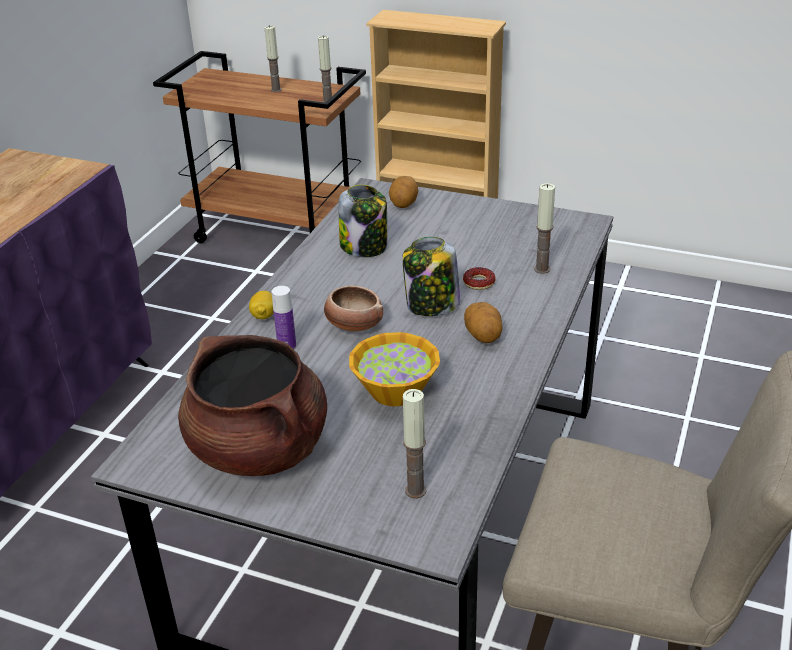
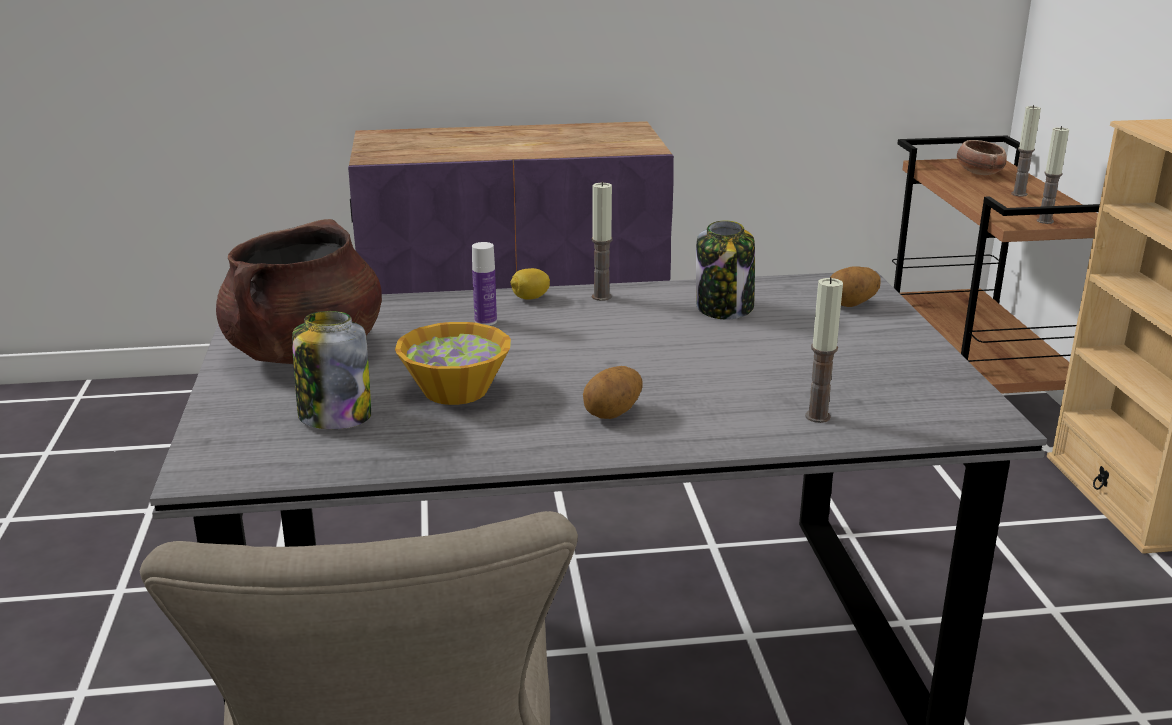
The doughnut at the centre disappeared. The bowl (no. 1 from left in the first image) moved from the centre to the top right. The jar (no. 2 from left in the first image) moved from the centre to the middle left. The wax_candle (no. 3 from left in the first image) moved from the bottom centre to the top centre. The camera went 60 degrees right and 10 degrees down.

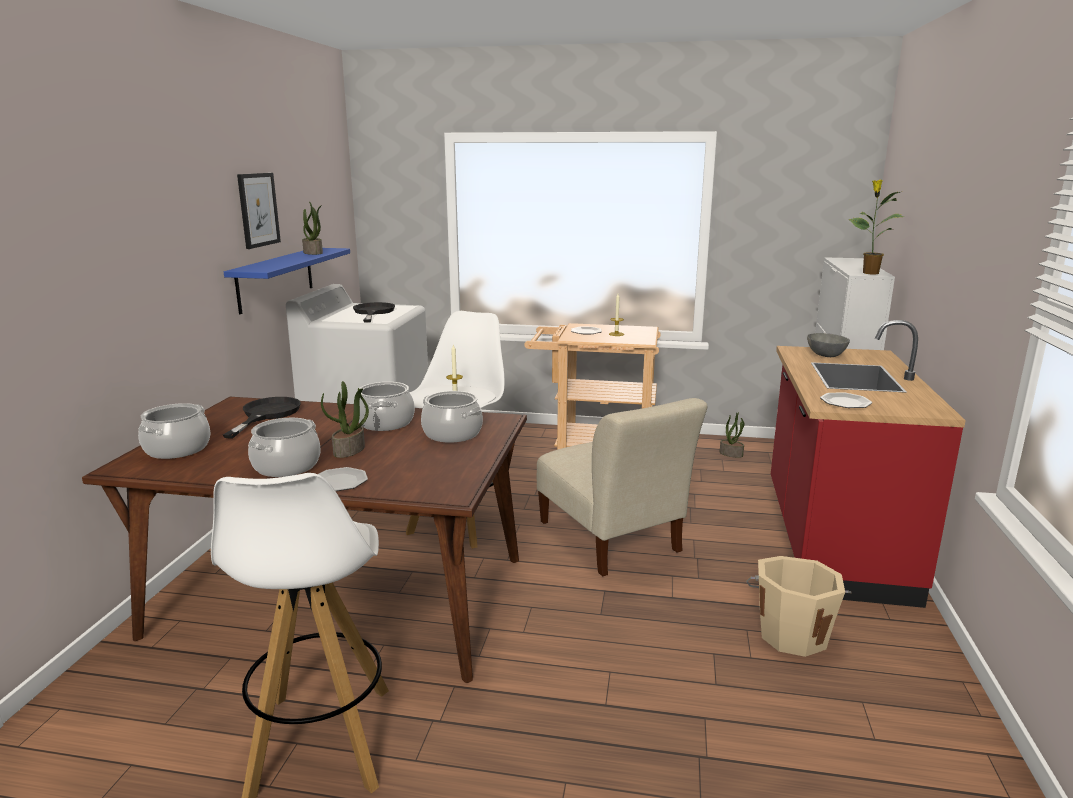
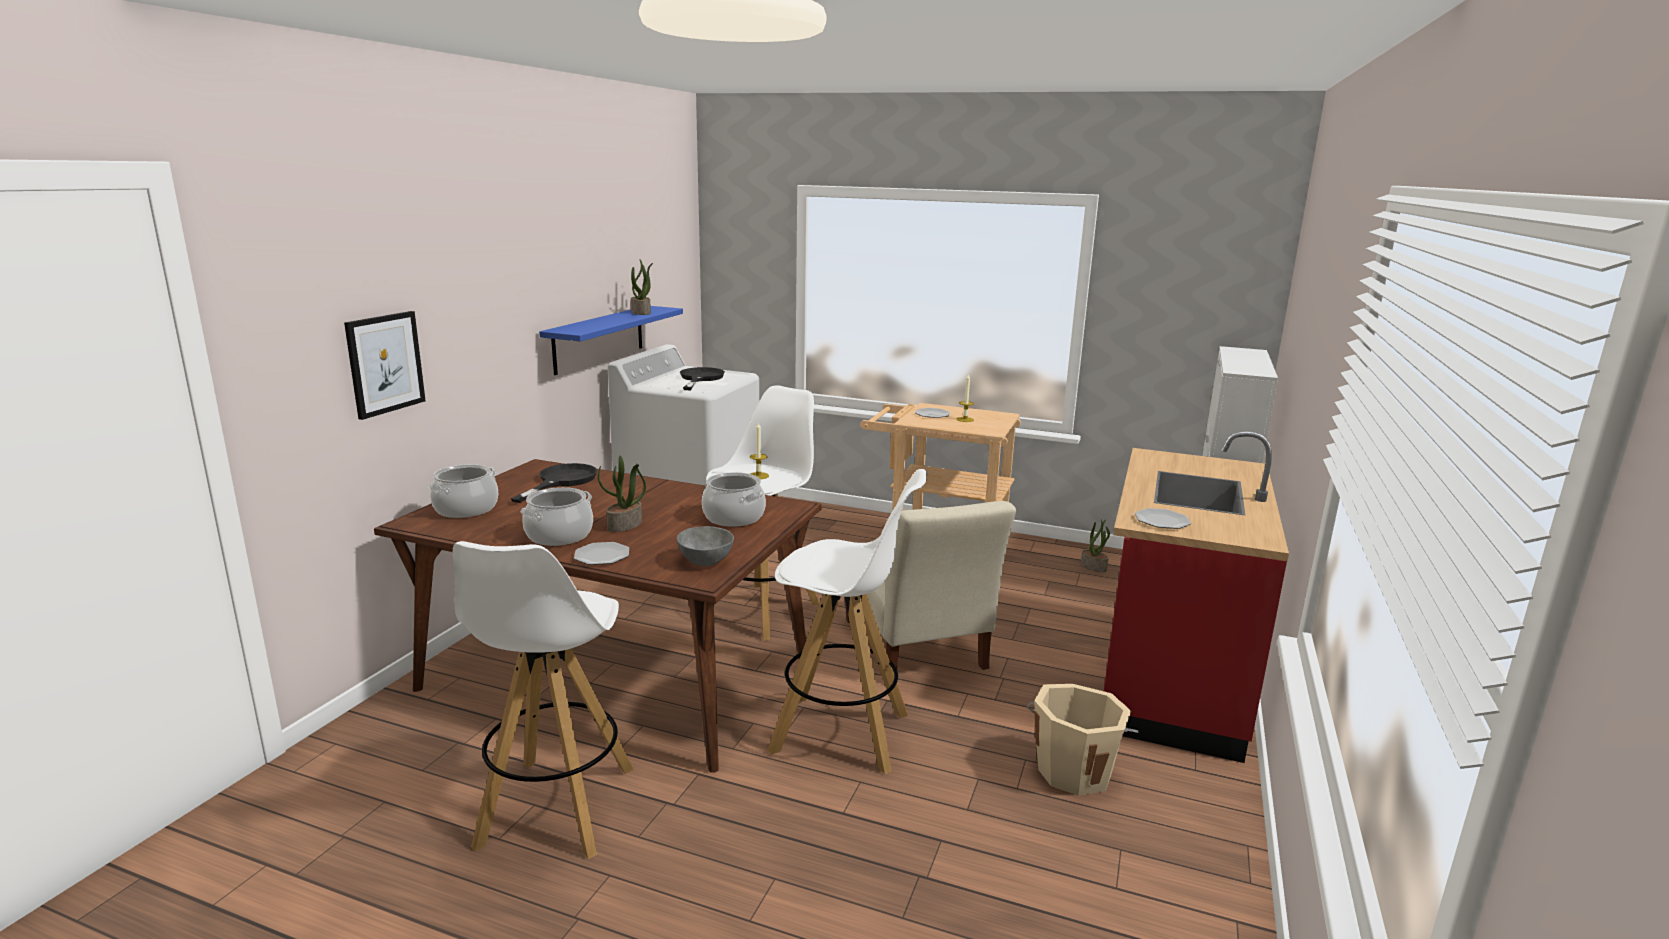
The cooking_pot (no. 3 from left) at the centre disappeared. The plant_in_a_pot (no. 4 from left) at the top right disappeared. The whitish_stool_seat (no. 3 from left) at the centre appeared. The wall_art moved from the top left to the middle left. The gray_bowl moved from the middle right to the centre. The camera went 10 degrees right and 0 degrees up.

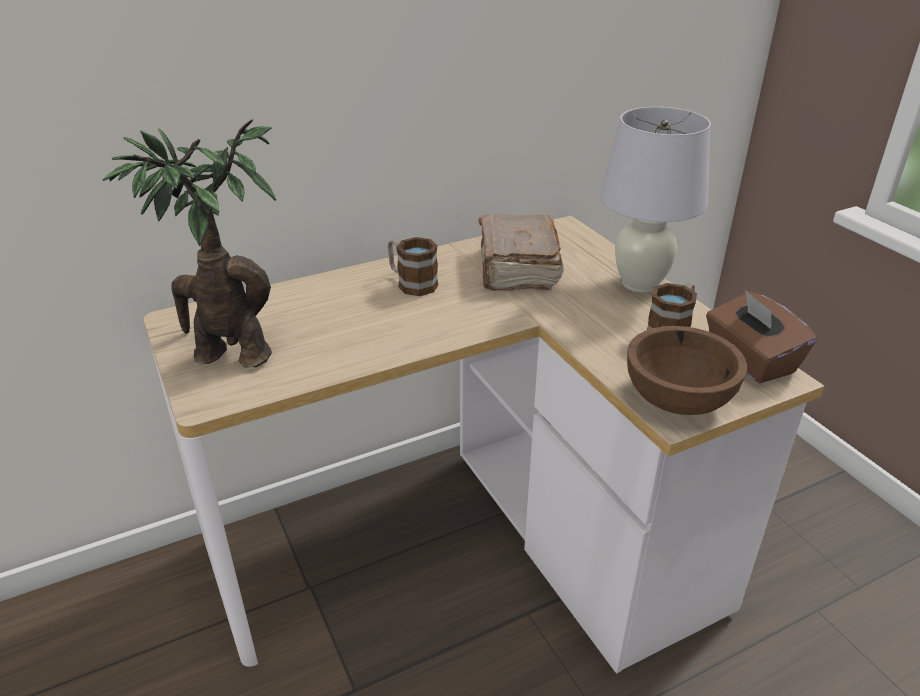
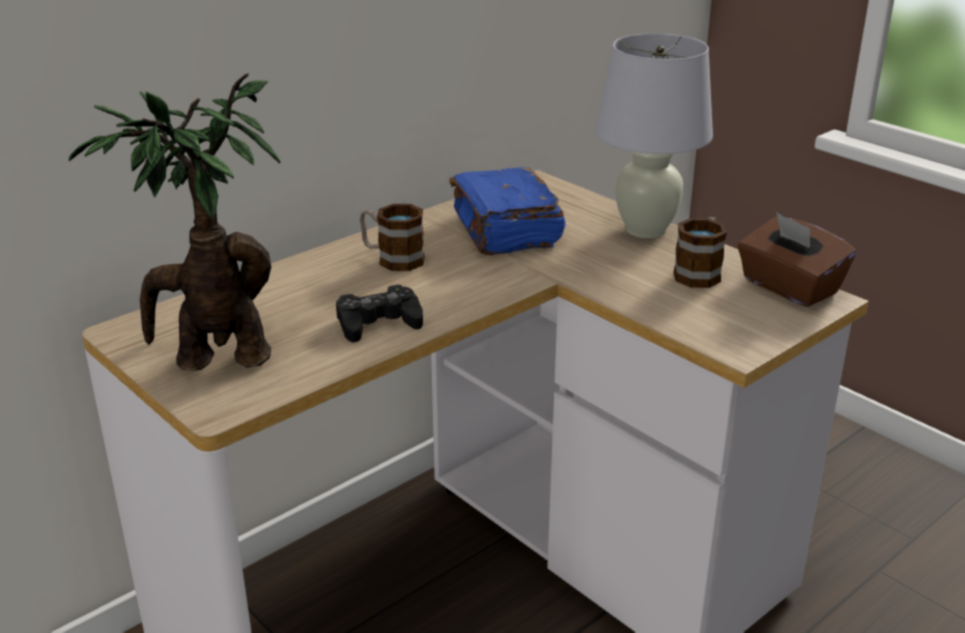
The brownish_bowl at the middle right disappeared. The blackish_gamepad at the centre appeared. The brownish_volume at the centre became the blue-coloured_volume at the centre. The camera went 15 degrees left and 5 degrees down.

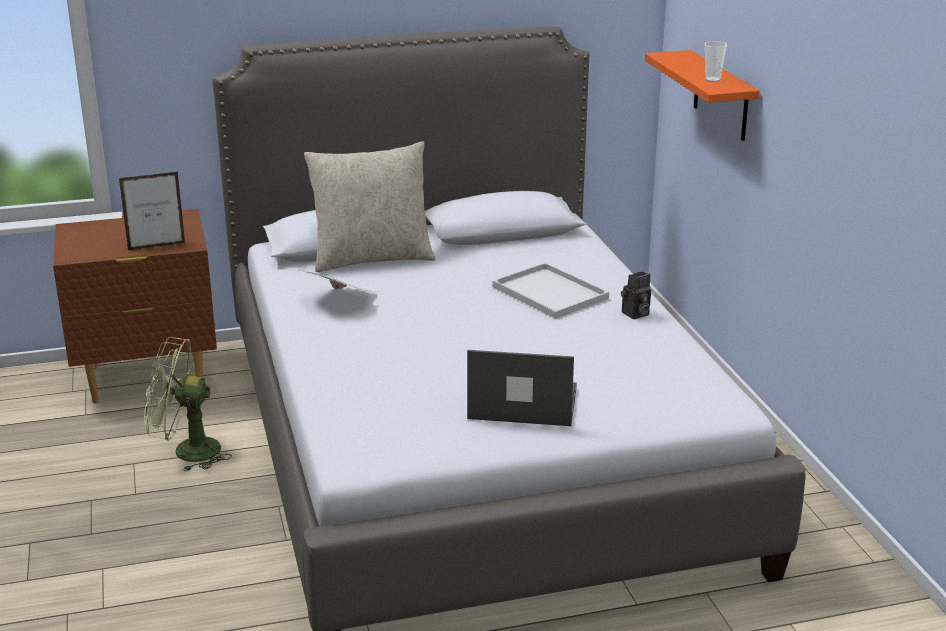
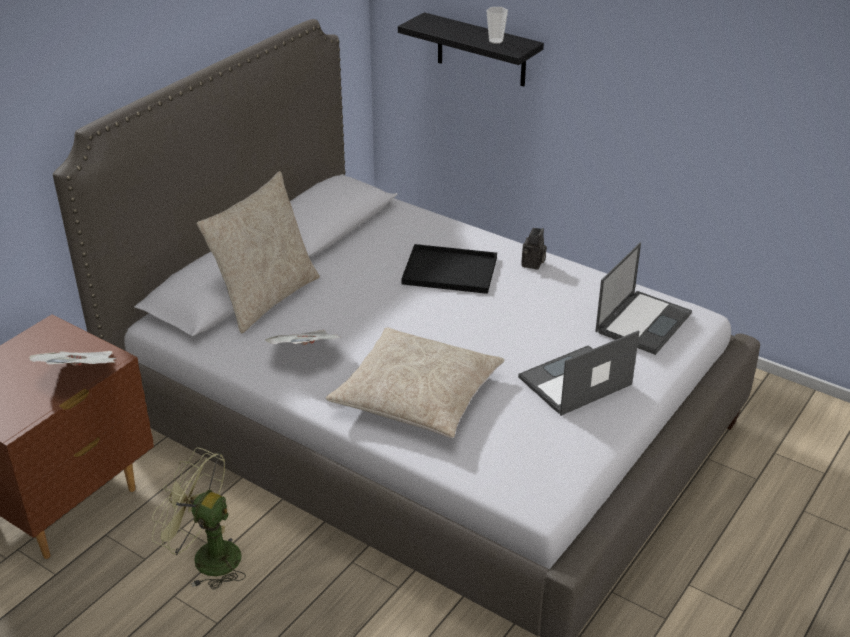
The beige-coloured_cushion (no. 2 from left) at the centre appeared. The portable_computer (no. 2 from left) at the middle right appeared. The picture_frame at the top left was replaced by the printed_paper (no. 1 from left) at the middle left. The whitish_serving_tray at the centre became the blackish_serving_tray at the centre. The orange_bracket_shelf at the top right became the blackish_bracket_shelf at the top centre. The green_cooling_fan at the middle left turned 60 degrees clockwise. The camera went 40 degrees left and 10 degrees up.

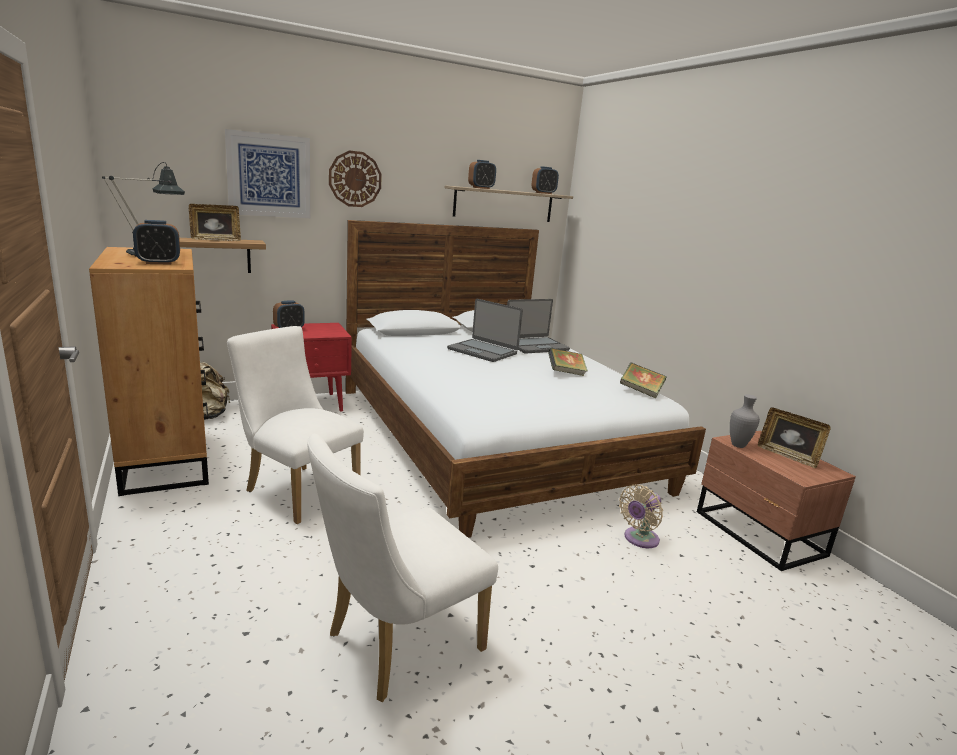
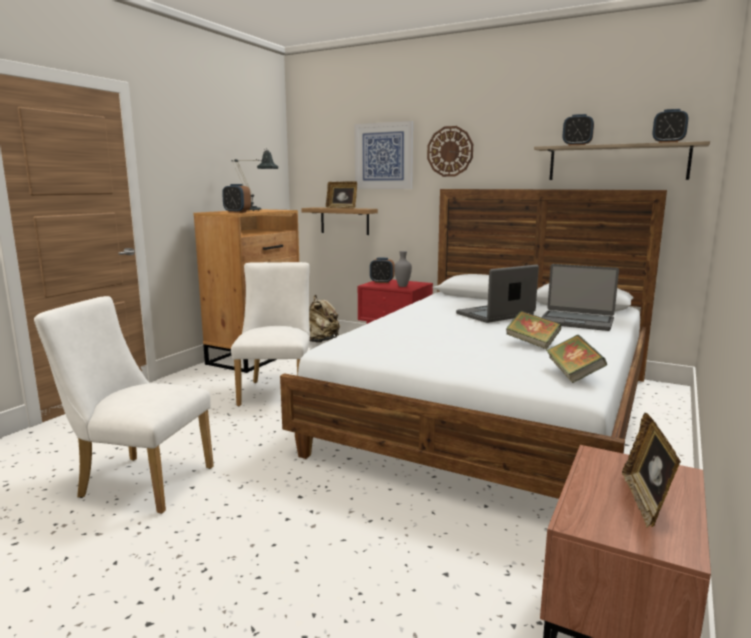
The beige-coloured_cooling_fan at the bottom right disappeared. The gray_flower_vase moved from the middle right to the centre. The portable_computer (no. 1 from left) at the centre turned 60 degrees clockwise. The camera went 55 degrees right and 5 degrees down.

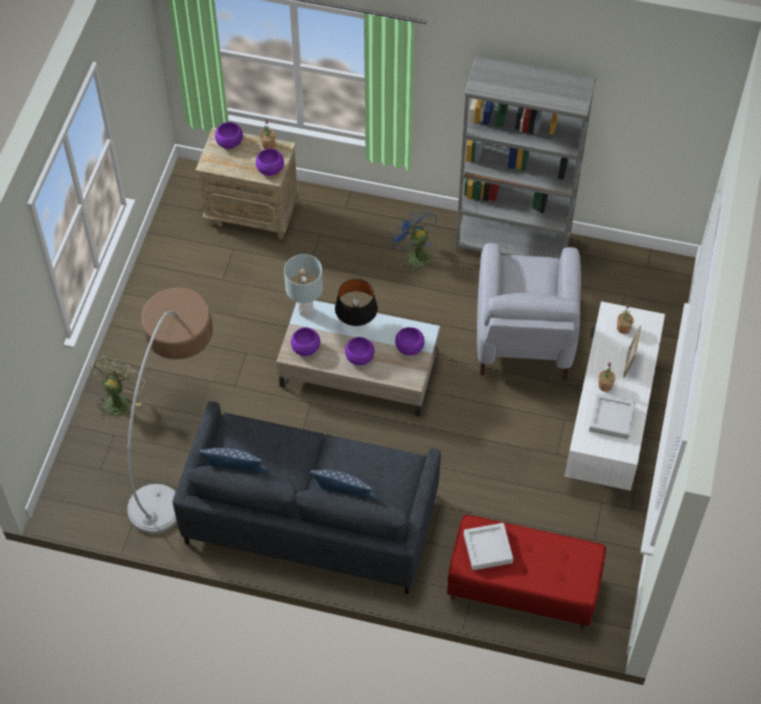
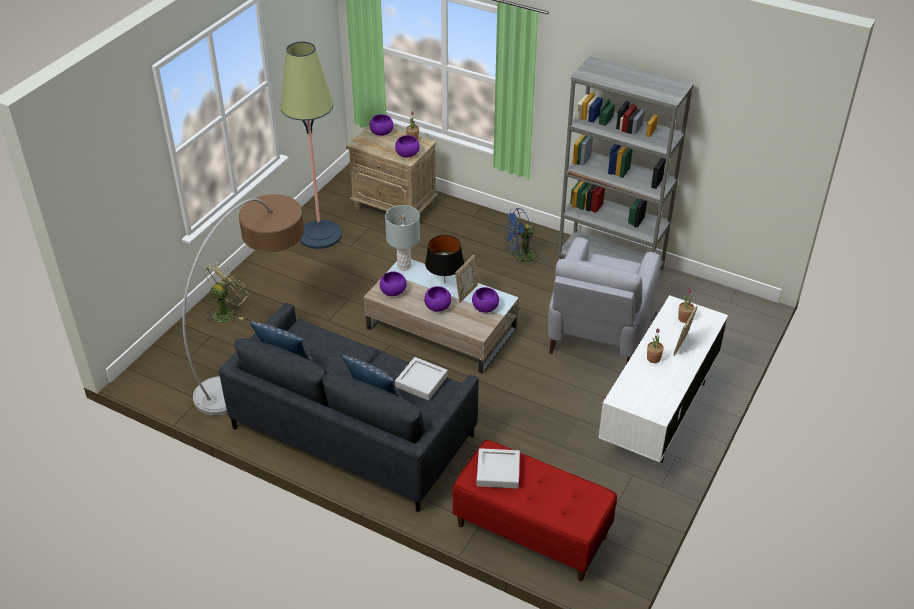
The standing_lamp (no. 2 from left) at the top centre appeared. The picture_frame (no. 1 from left) at the centre appeared. The gray_serving_tray (no. 2 from left in the first image) moved from the middle right to the centre. The blue-coloured_cooling_fan at the centre turned 90 degrees counterclockwise. The camera went 15 degrees right and 15 degrees down.

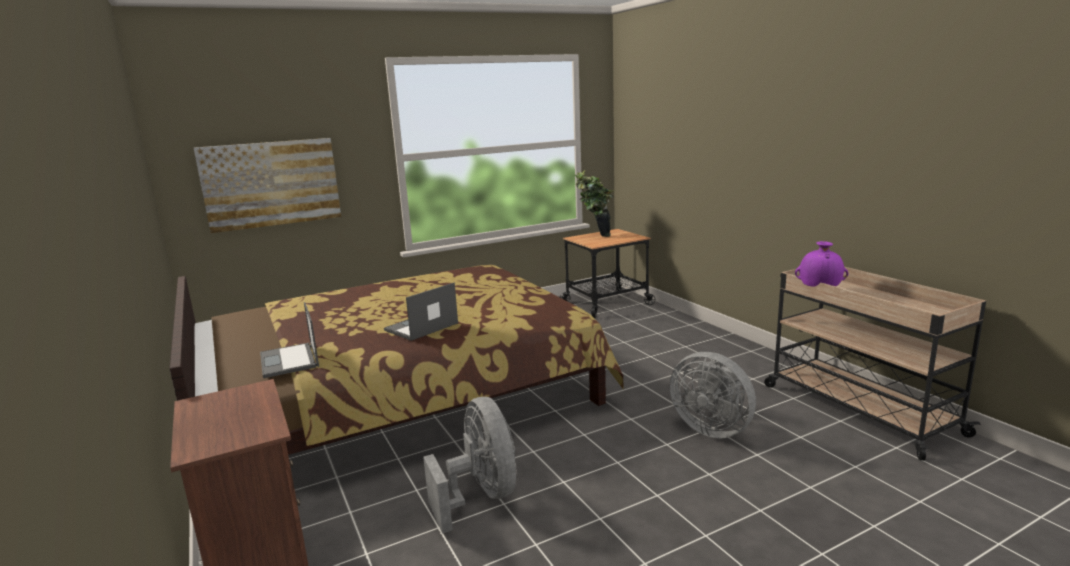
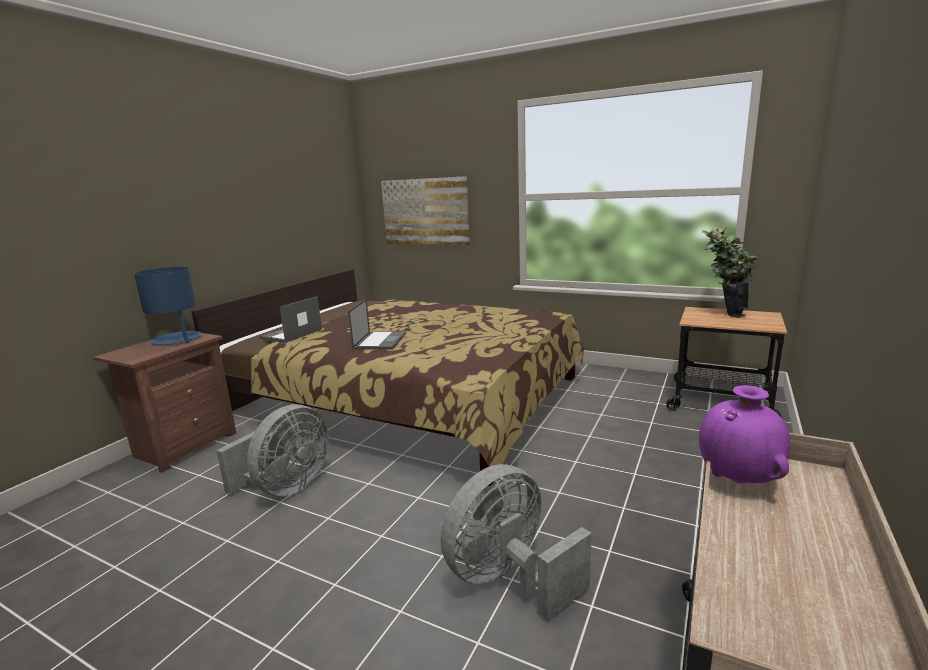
The blue-coloured_table_lamp at the middle left appeared. The portable_computer (no. 2 from left) at the centre turned 90 degrees clockwise. The gray_cooling_fan (no. 2 from left) at the bottom centre turned 45 degrees clockwise. The camera went 55 degrees right and 0 degrees up.

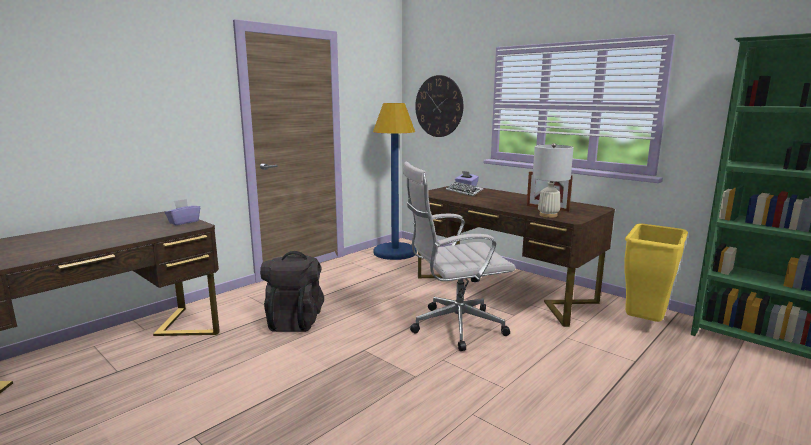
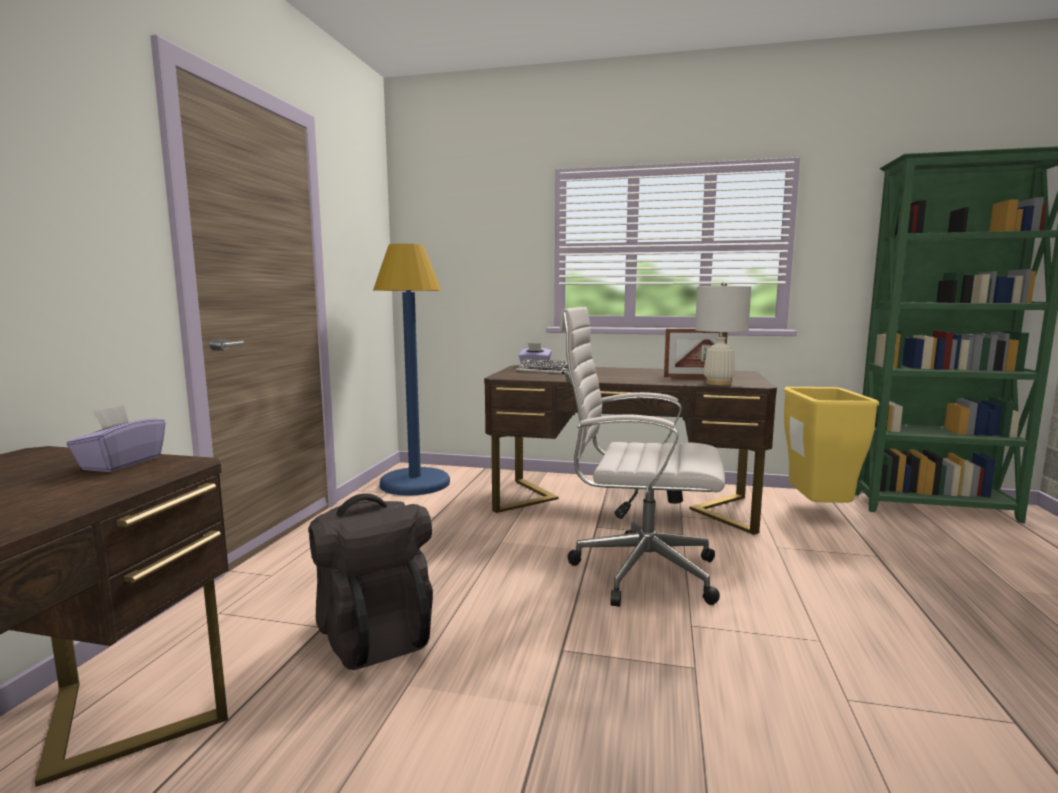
The hanging_clock at the top centre disappeared. The whitish_computer_chair at the centre turned 60 degrees clockwise. The camera went 30 degrees left and 5 degrees down.

